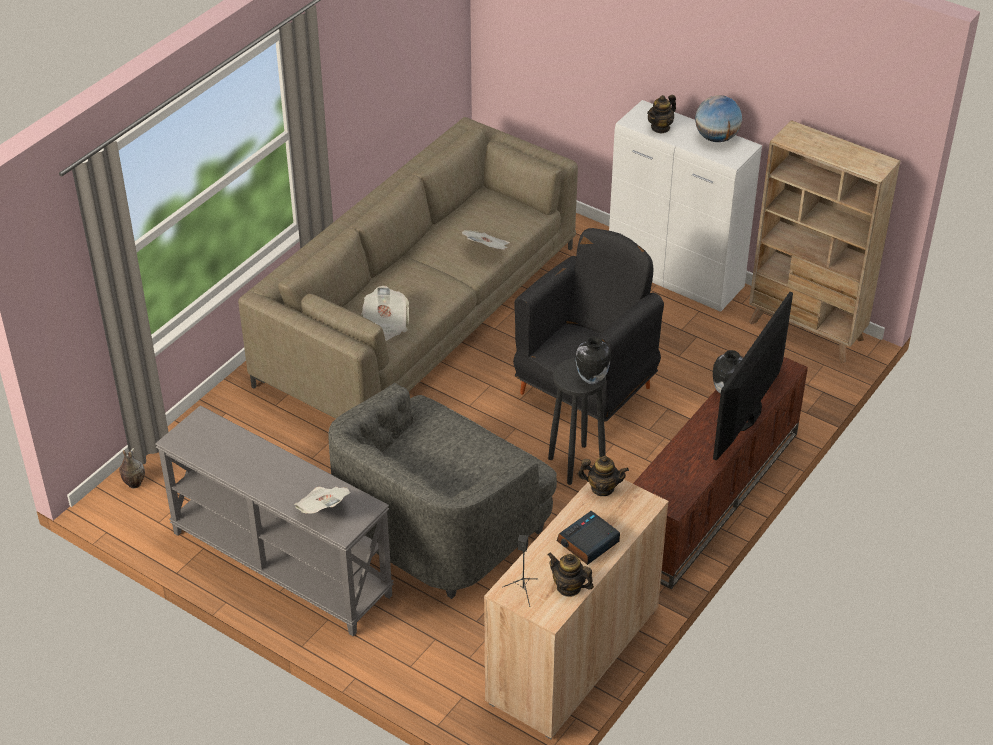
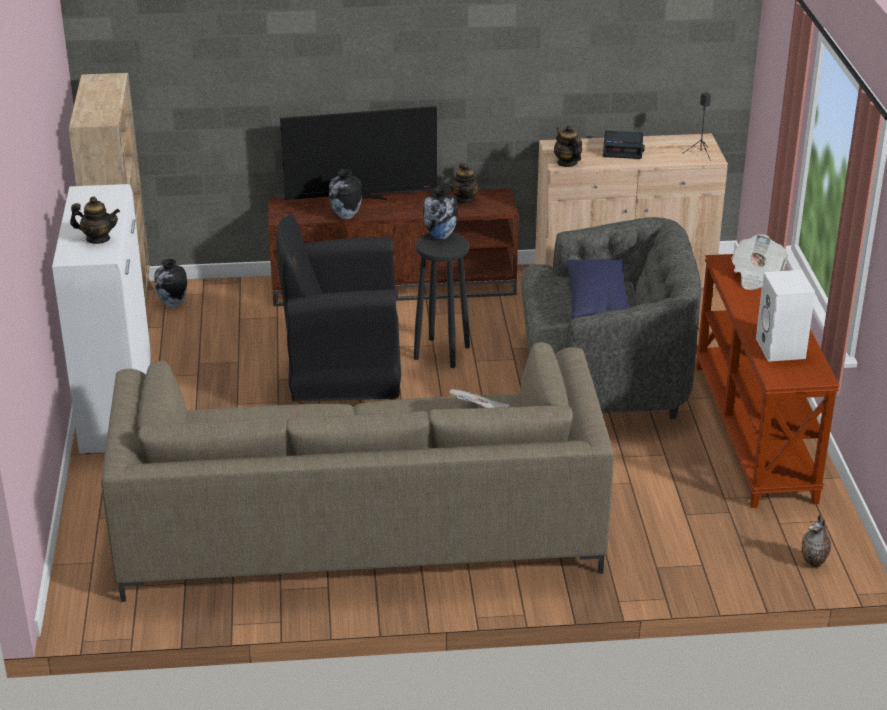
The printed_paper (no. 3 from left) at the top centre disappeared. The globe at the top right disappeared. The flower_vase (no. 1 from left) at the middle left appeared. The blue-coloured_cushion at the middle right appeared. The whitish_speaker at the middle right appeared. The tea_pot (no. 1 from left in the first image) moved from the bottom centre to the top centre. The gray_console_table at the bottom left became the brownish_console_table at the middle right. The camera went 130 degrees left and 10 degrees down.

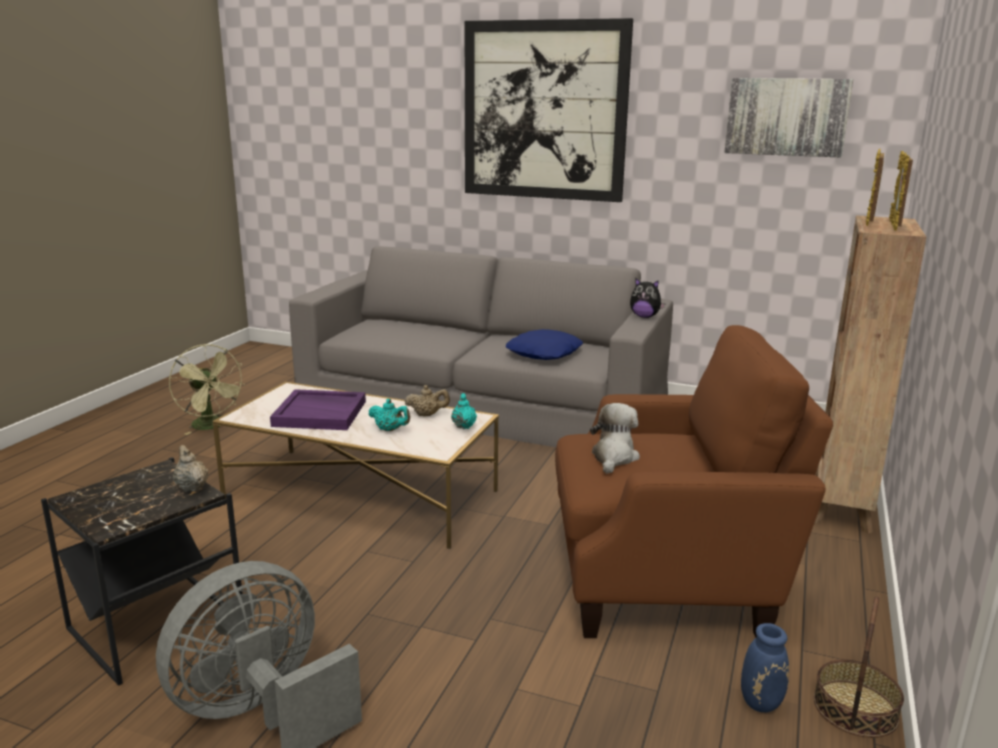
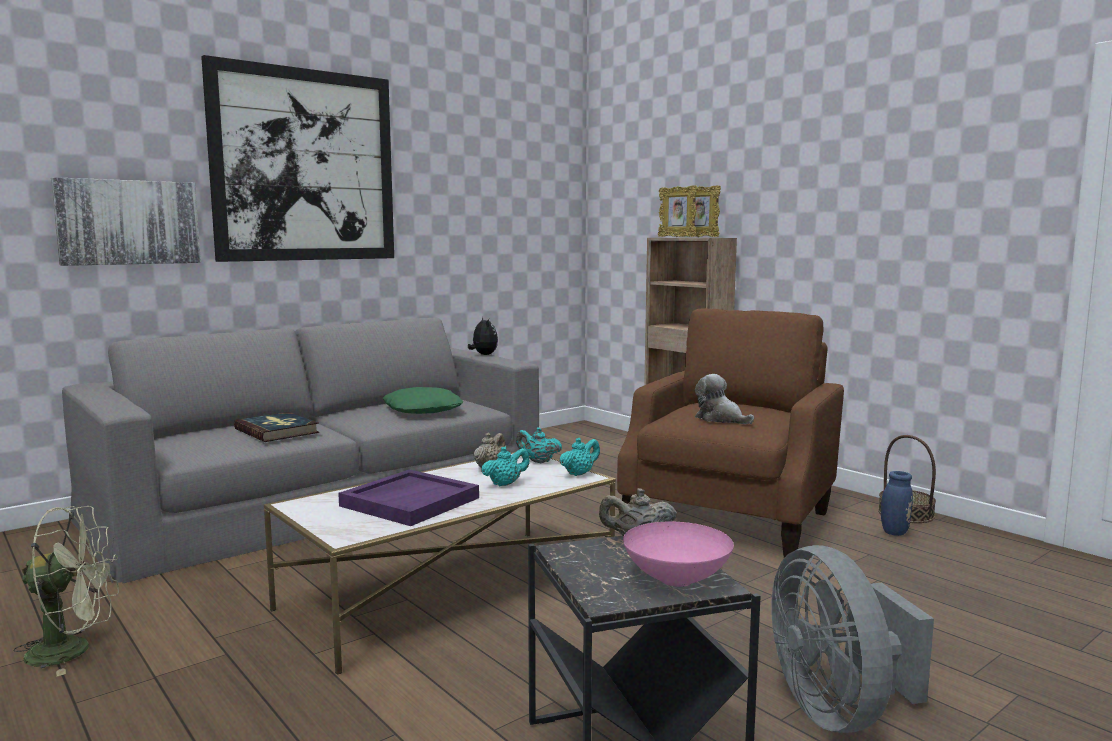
The volume at the middle left appeared. The turquoise-coloured_tea_pot (no. 3 from left) at the centre appeared. The pink_bowl at the bottom centre appeared. The wall_art (no. 2 from left in the first image) moved from the top right to the top left. The blue-coloured_cushion at the centre became the green_cushion at the centre. The plush_toy (no. 2 from left in the first image) at the centre turned 75 degrees counterclockwise. The camera went 60 degrees left and 10 degrees down.

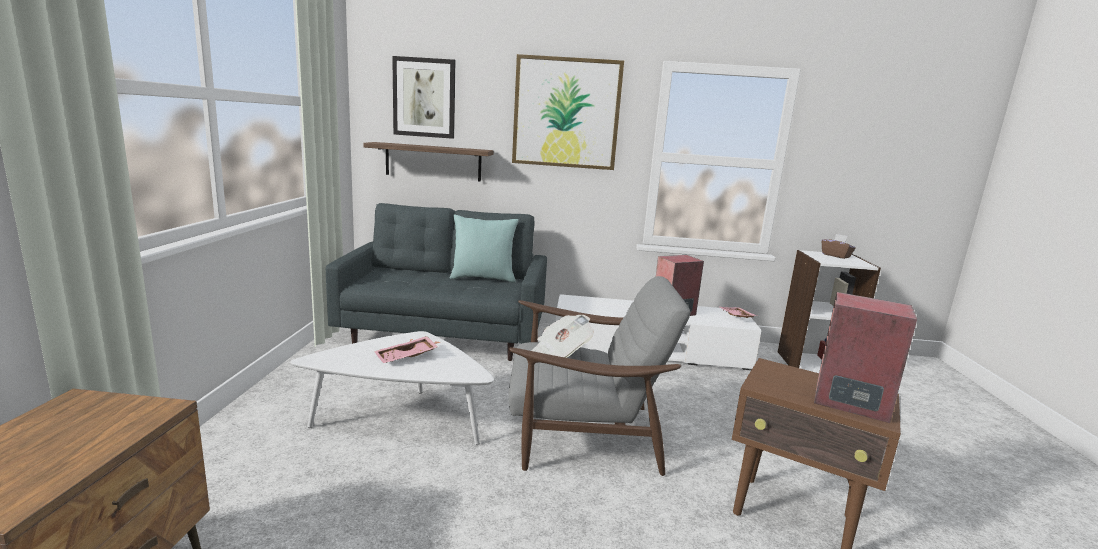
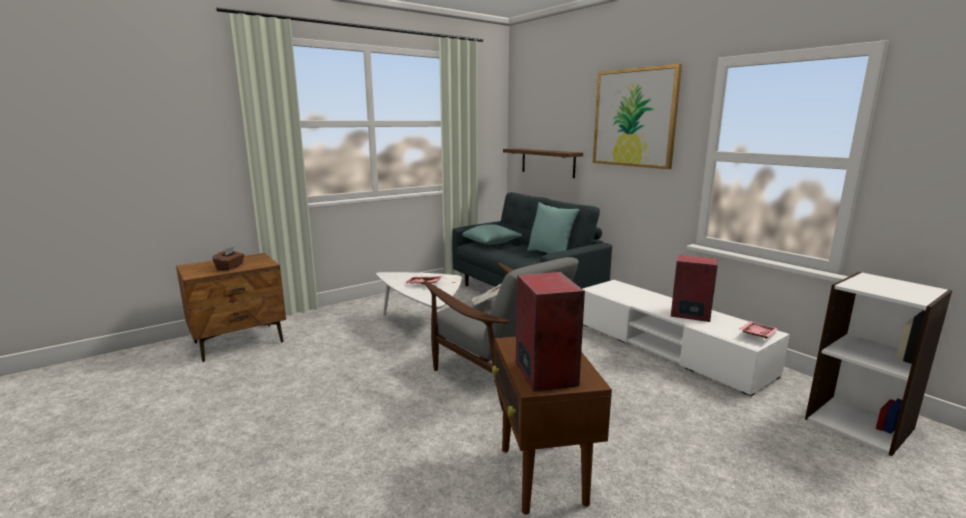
The wall_art (no. 1 from left) at the top centre disappeared. The turquoise-coloured_cushion (no. 1 from left) at the centre appeared. The brownish_tissue_box moved from the middle right to the middle left. The camera went 50 degrees right and 0 degrees up.

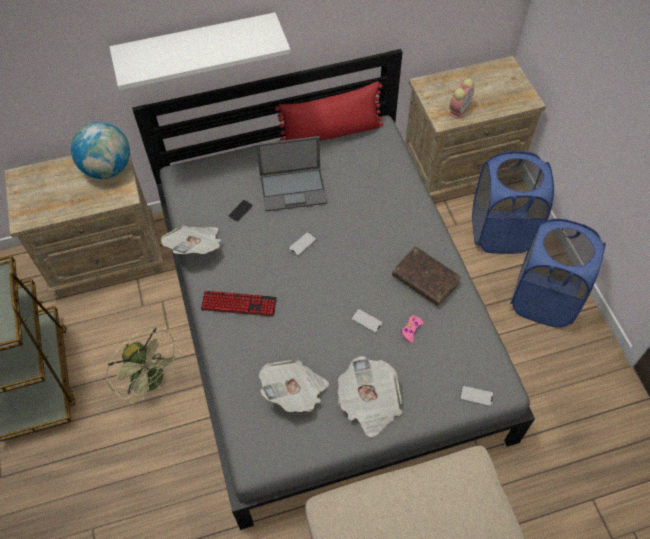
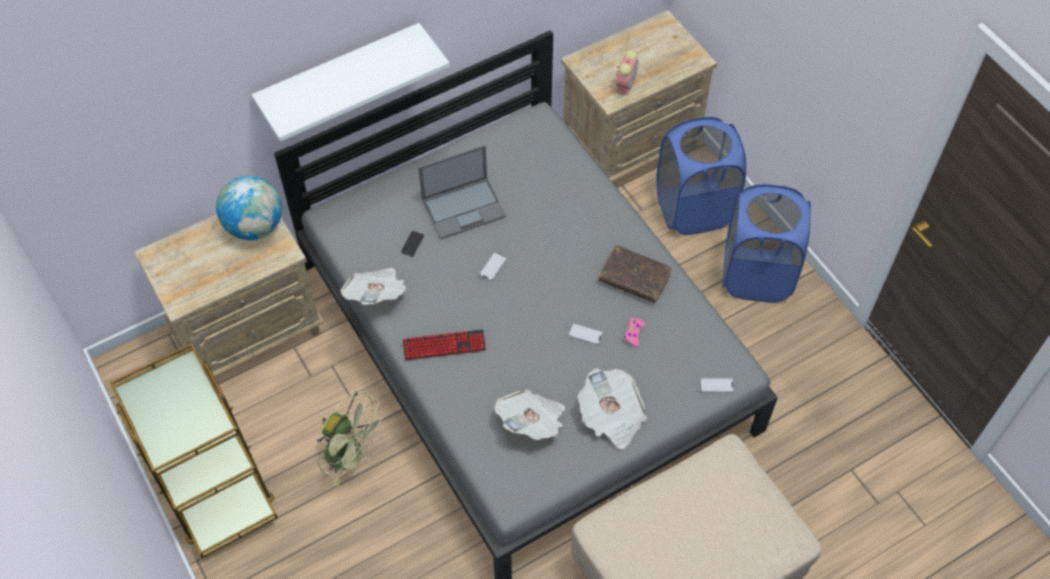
The red_cushion at the top centre disappeared. The camera went 15 degrees left and 0 degrees up.

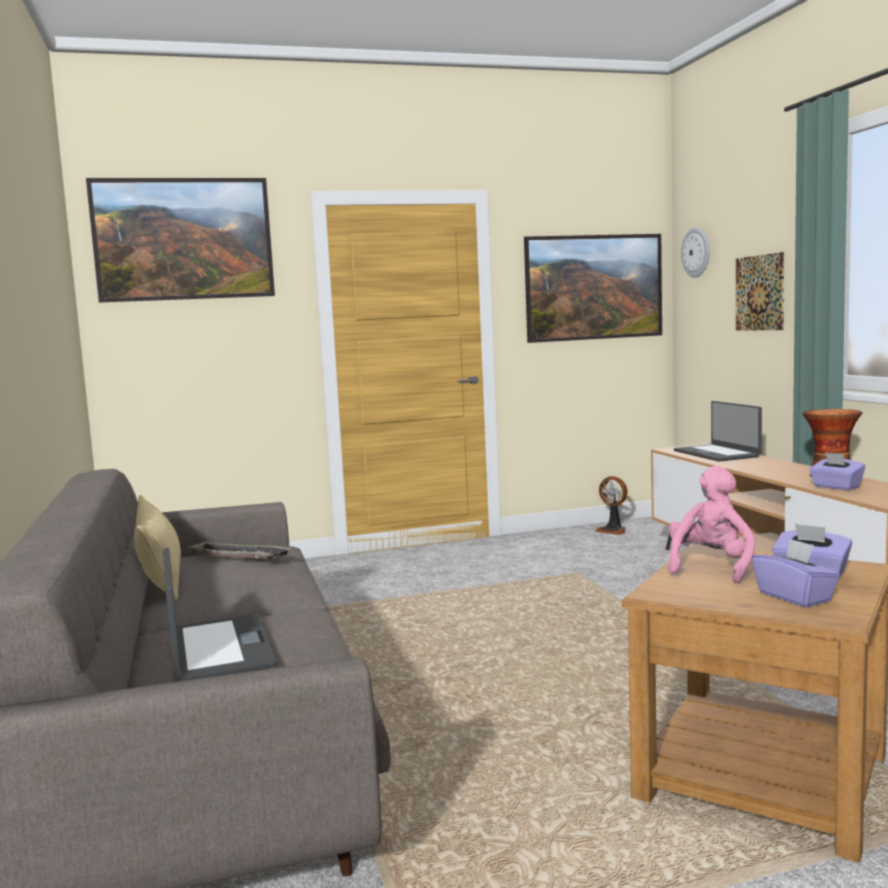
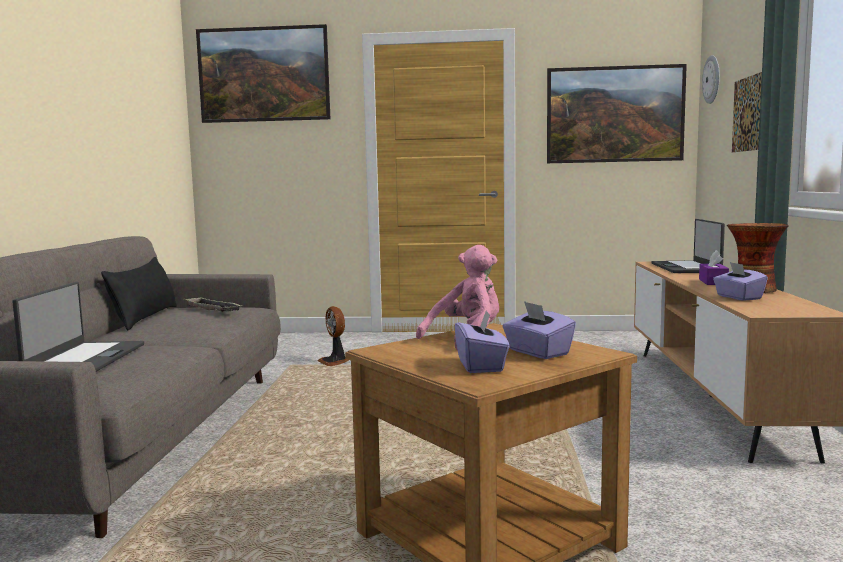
The purple-coloured_tissue_box (no. 3 from left) at the middle right appeared. The cooling_fan moved from the middle right to the centre. The beige-coloured_cushion at the middle left became the blackish_cushion at the middle left. The camera went 20 degrees right and 0 degrees up.

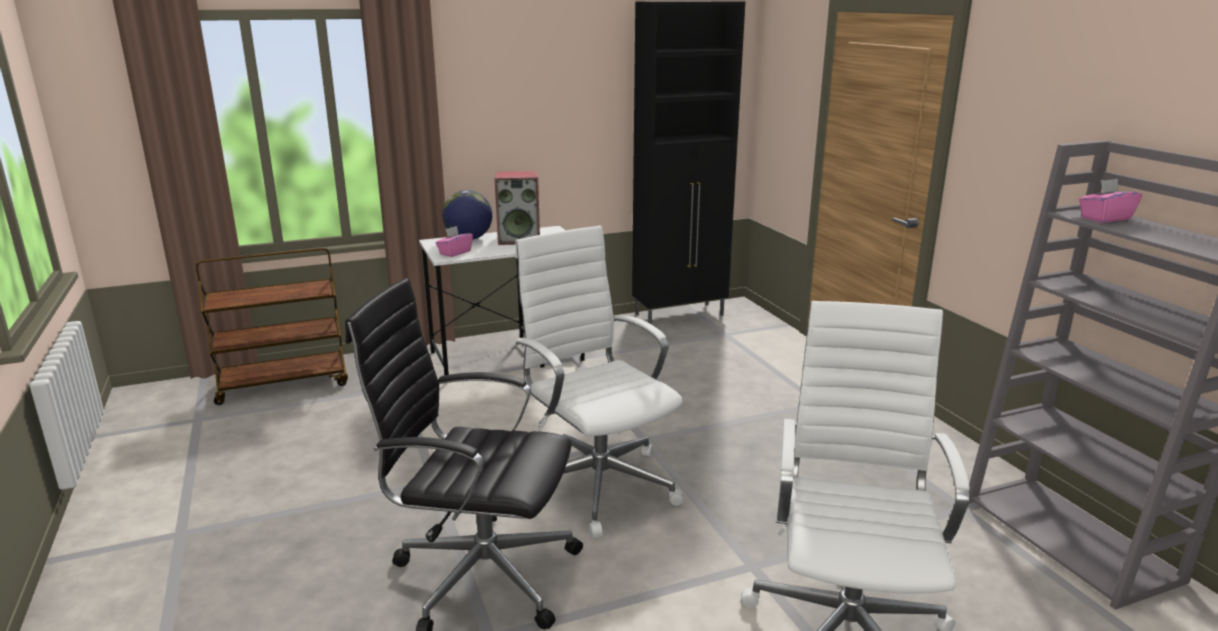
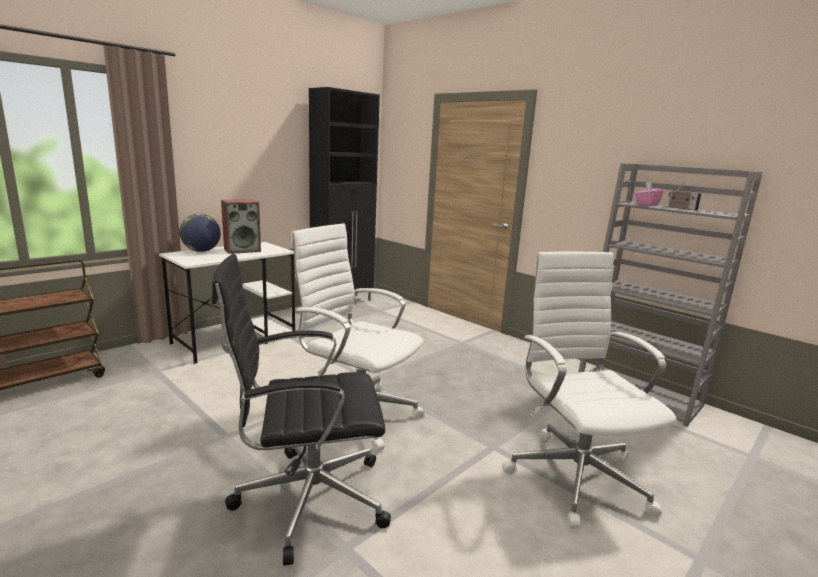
The pink_tissue_box (no. 1 from left) at the centre disappeared. The radio_receiver at the middle right appeared. The camera went 25 degrees left and 5 degrees down.

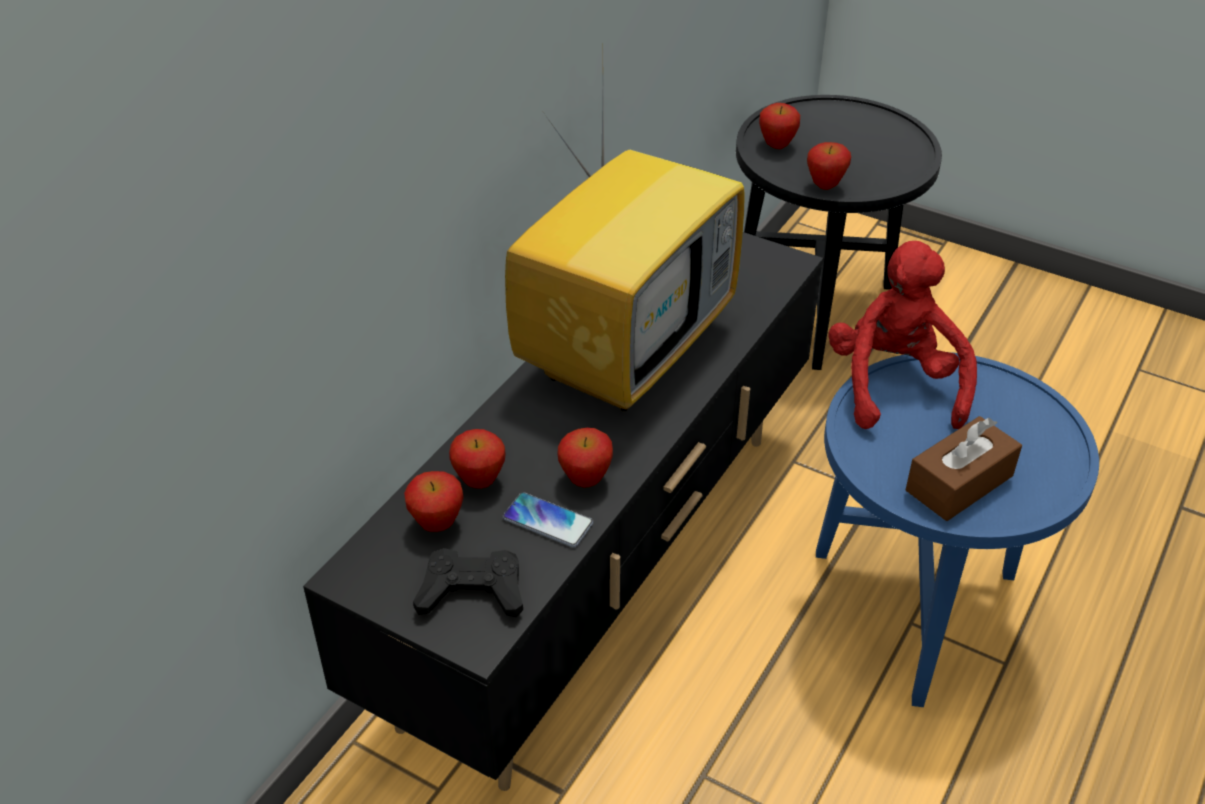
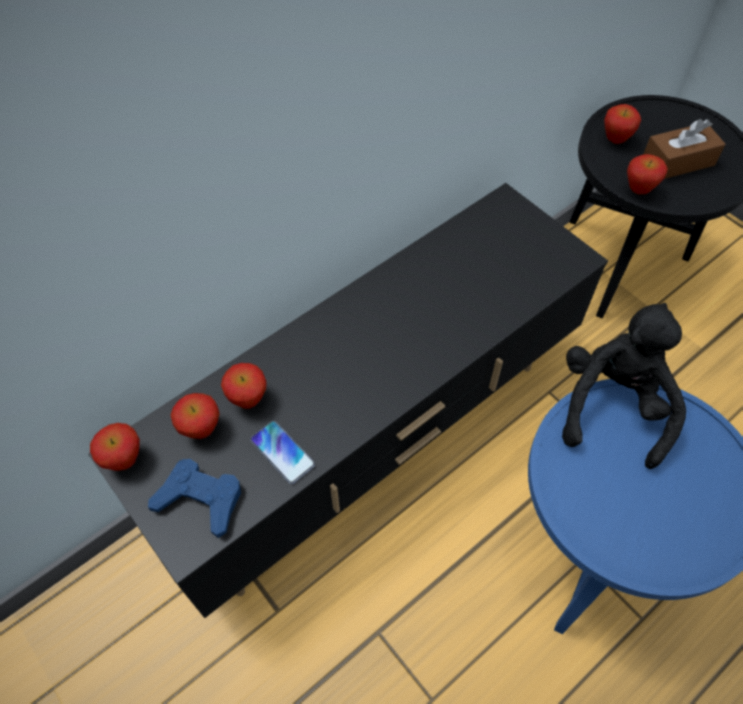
The TV at the top centre disappeared. The apple (no. 3 from left in the first image) moved from the centre to the middle left. The brownish_tissue_box moved from the middle right to the top right. The blackish_gamepad at the bottom centre became the blue-coloured_gamepad at the bottom left. The red_plush_toy at the middle right became the blackish_plush_toy at the middle right. The camera went 20 degrees right and 15 degrees up.

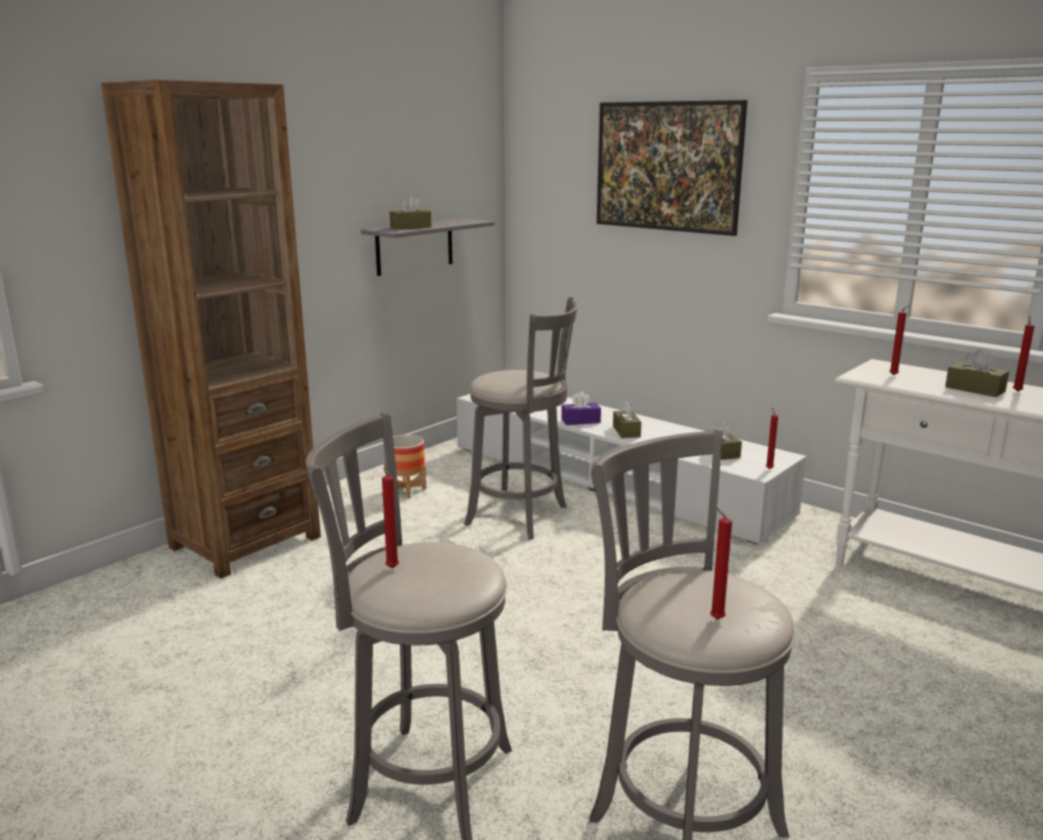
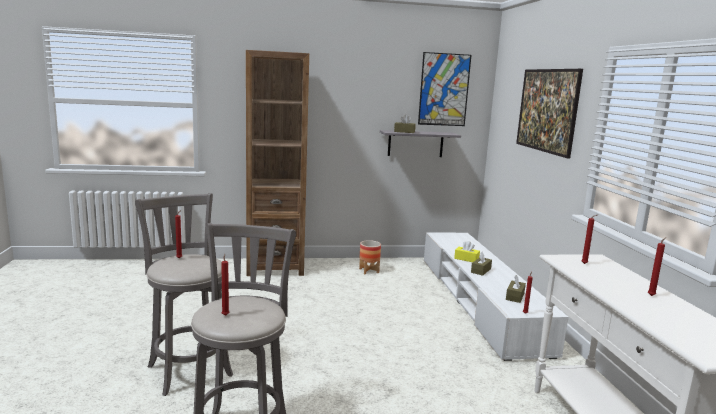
The gray_stool_seat (no. 2 from left) at the centre disappeared. The brownish_tissue_box (no. 4 from left) at the middle right disappeared. The wall_art (no. 1 from left) at the top centre appeared. The purple-coloured_tissue_box at the centre became the yellow_tissue_box at the centre. The camera went 40 degrees right and 5 degrees down.

